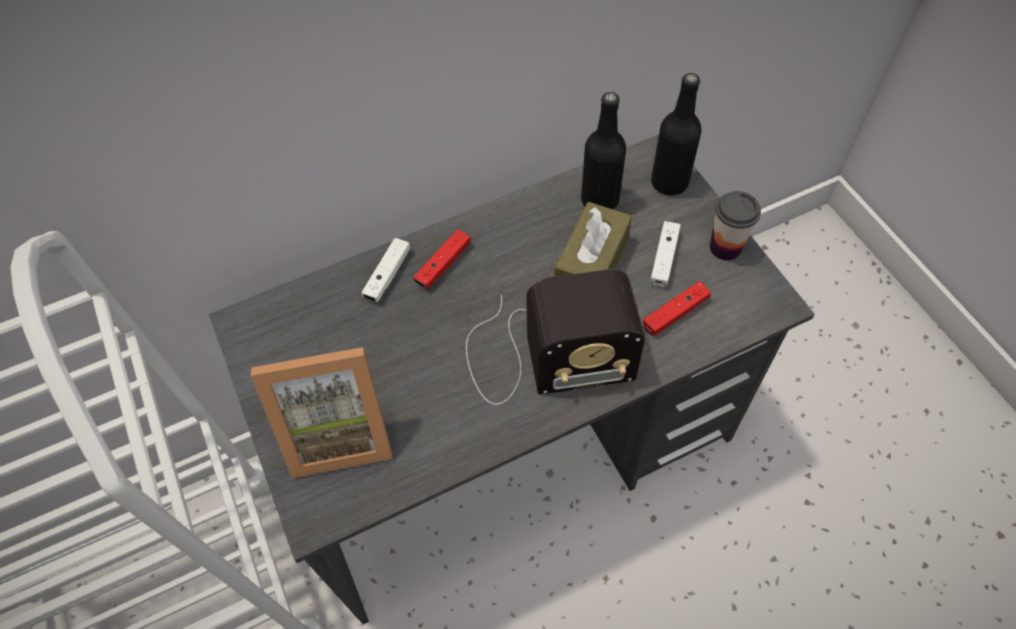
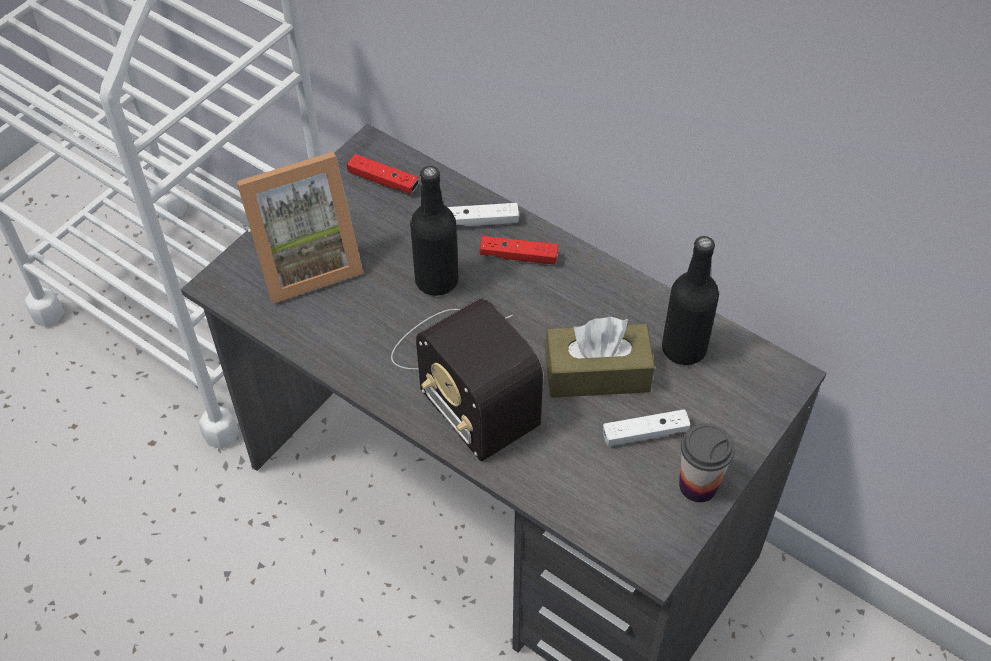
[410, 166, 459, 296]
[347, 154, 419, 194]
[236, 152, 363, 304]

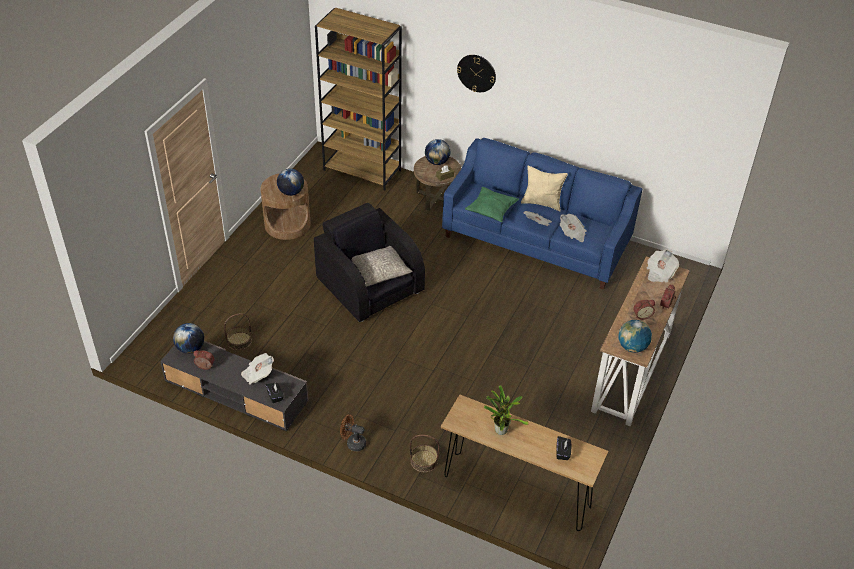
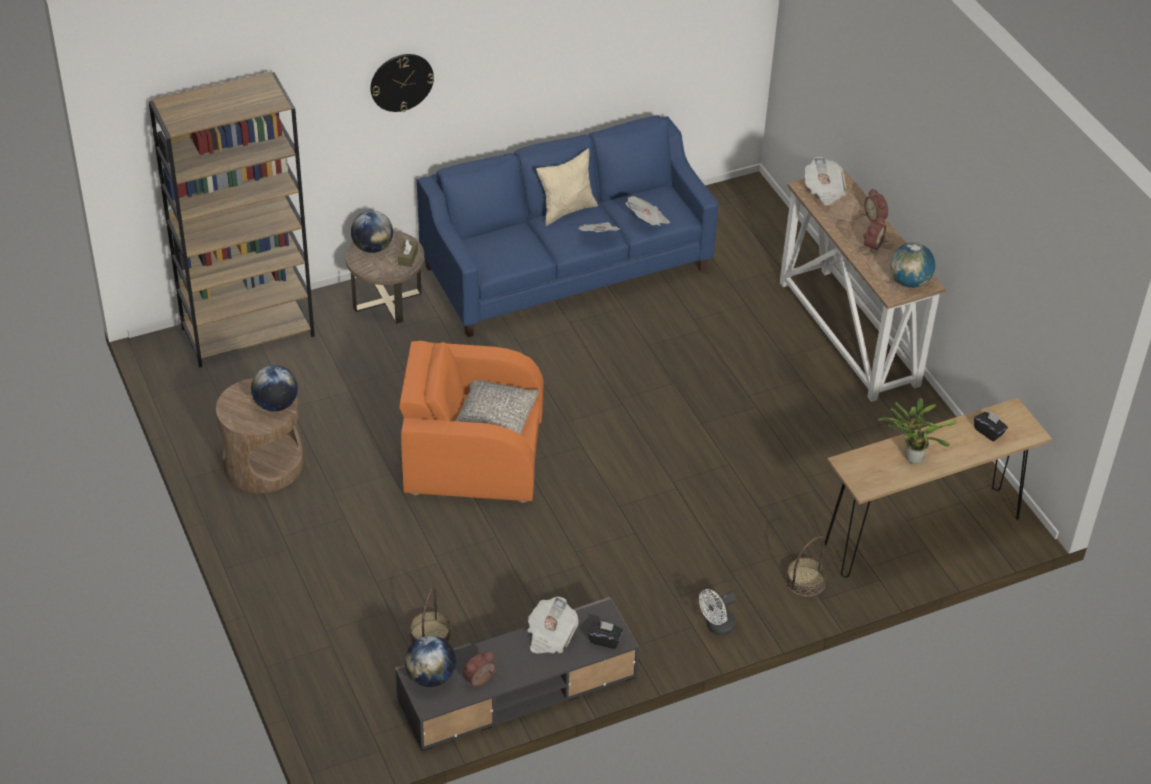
[465, 187, 519, 222] (first image)
[399, 341, 544, 503]
[699, 589, 736, 636]

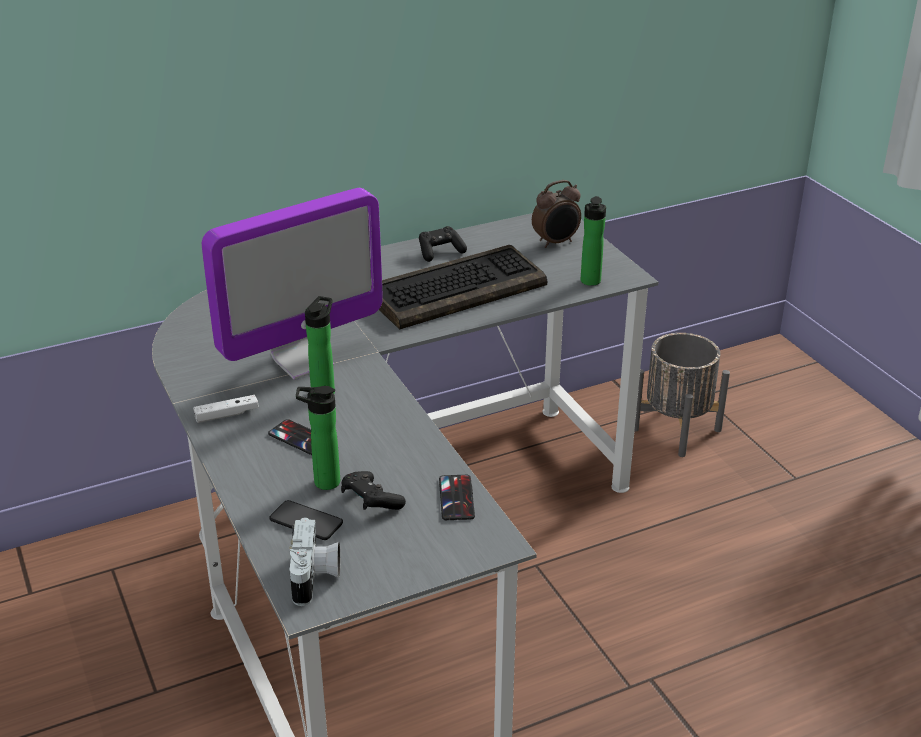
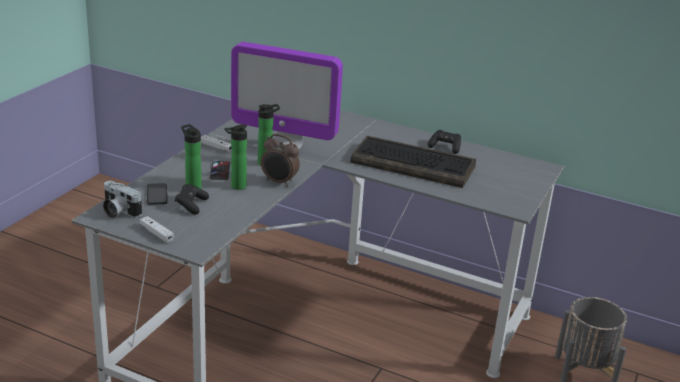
[261, 134, 300, 187]
[225, 124, 247, 190]
[439, 475, 475, 520] (first image)
[103, 181, 142, 219]
[140, 216, 174, 243]

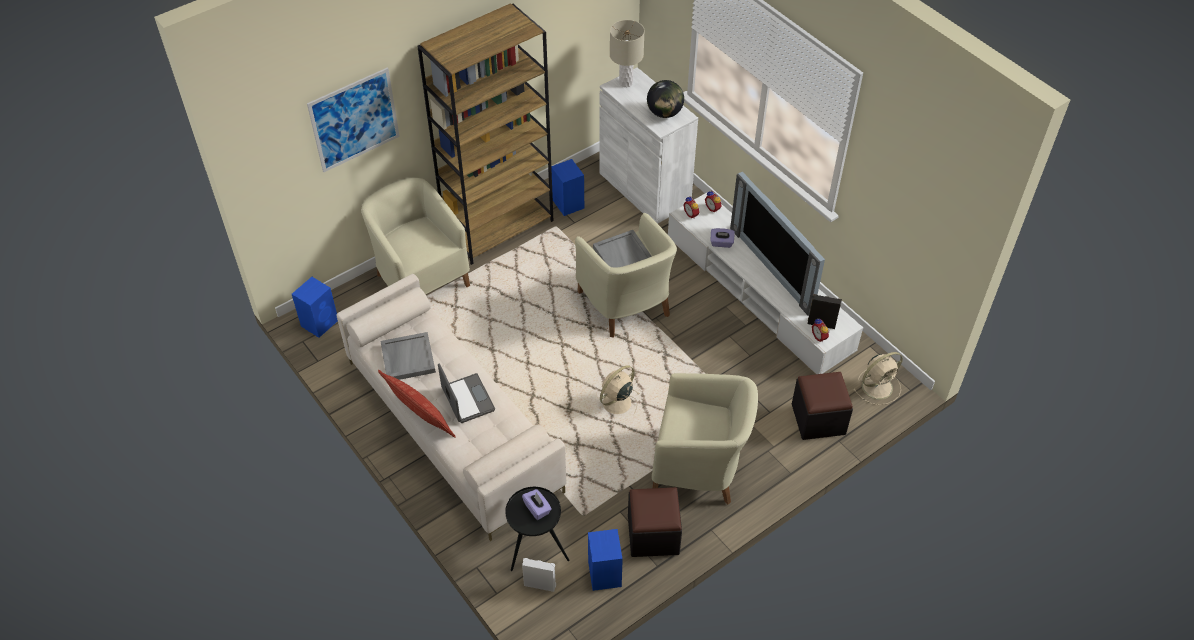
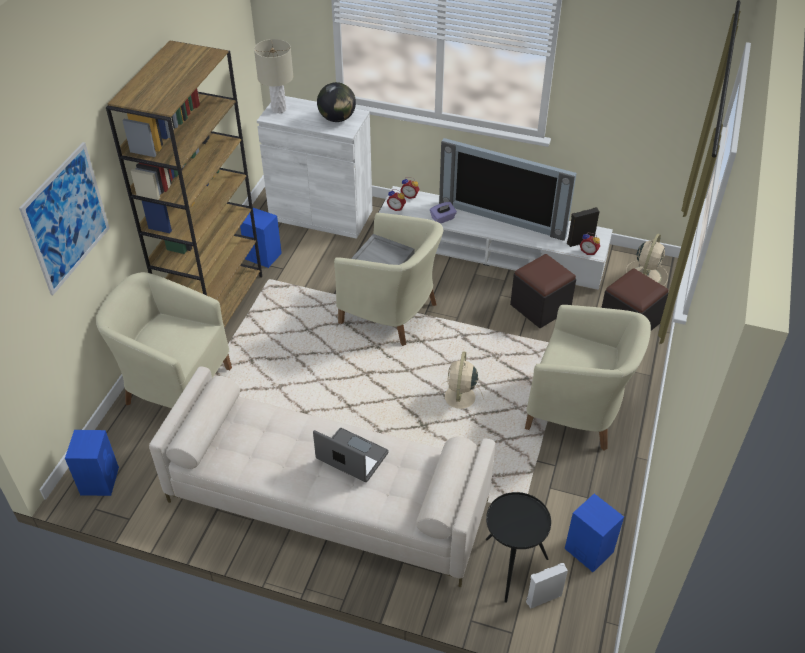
[380, 332, 436, 380] (first image)
[378, 370, 456, 438] (first image)
[525, 305, 651, 450]
[510, 254, 576, 328]
[522, 489, 552, 520] (first image)

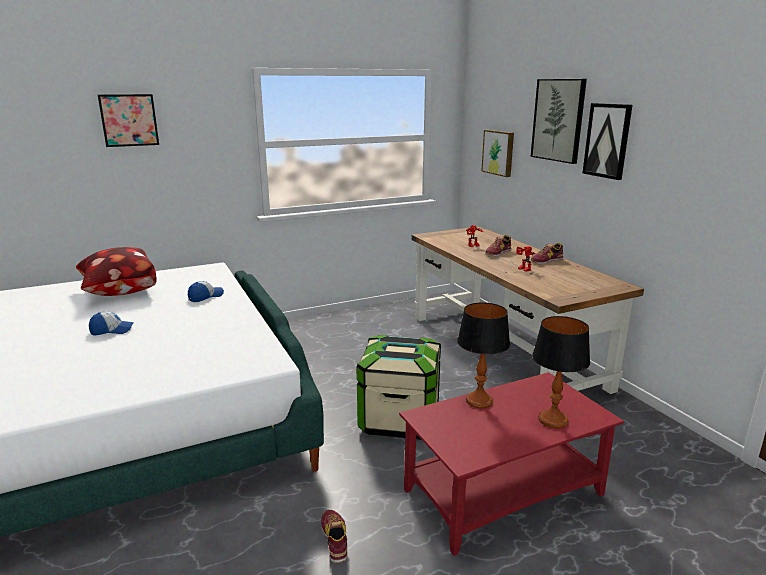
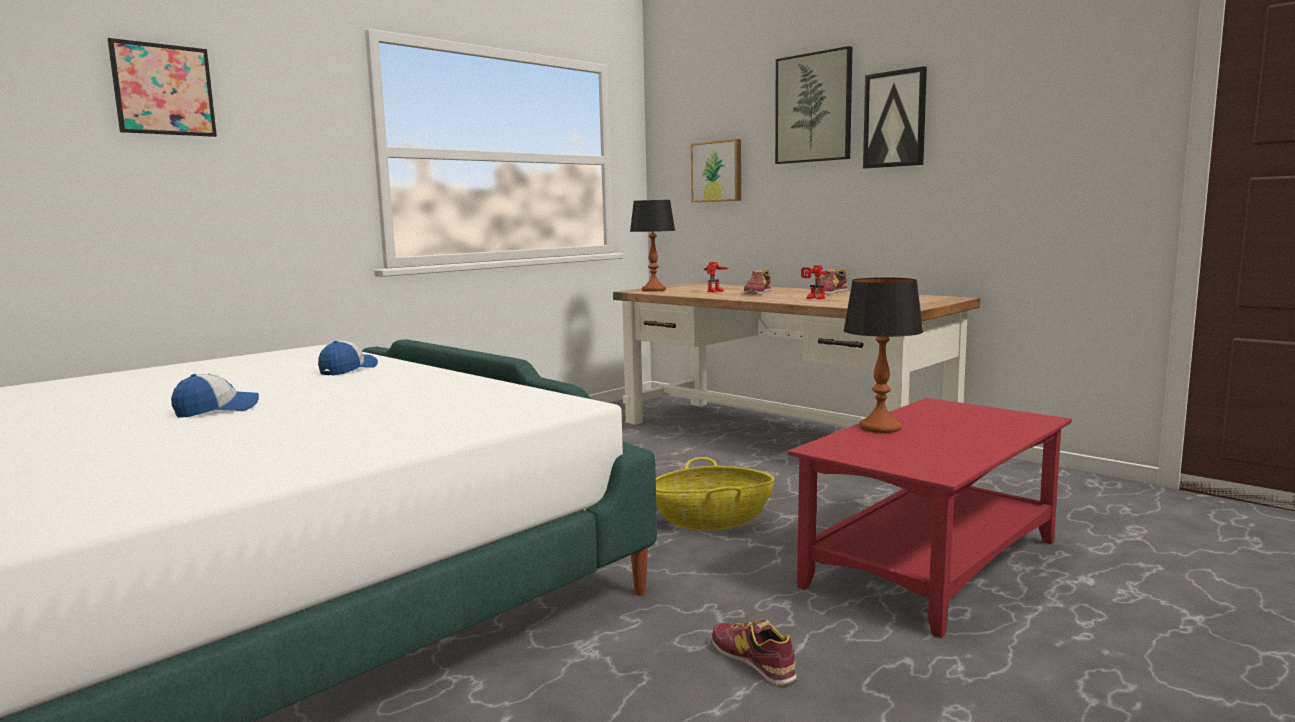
[76, 247, 157, 296] (first image)
[630, 200, 675, 291]
[656, 457, 774, 530]

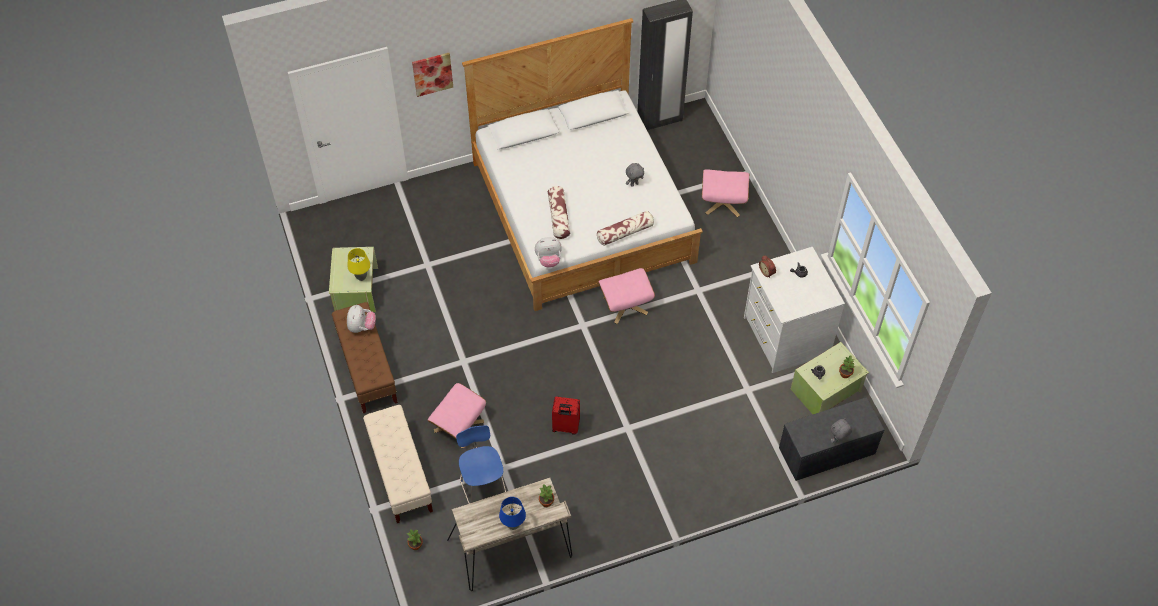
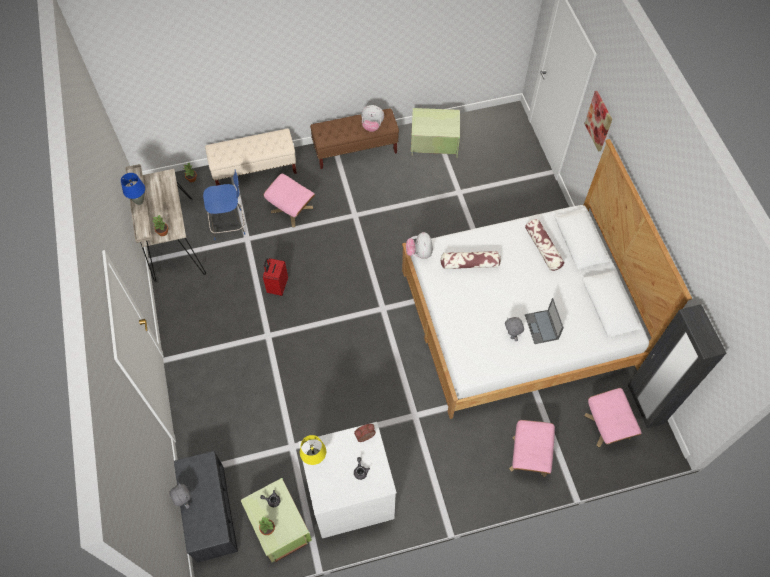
[525, 219, 565, 271]
[300, 435, 326, 465]
[585, 388, 642, 447]
[525, 298, 564, 344]

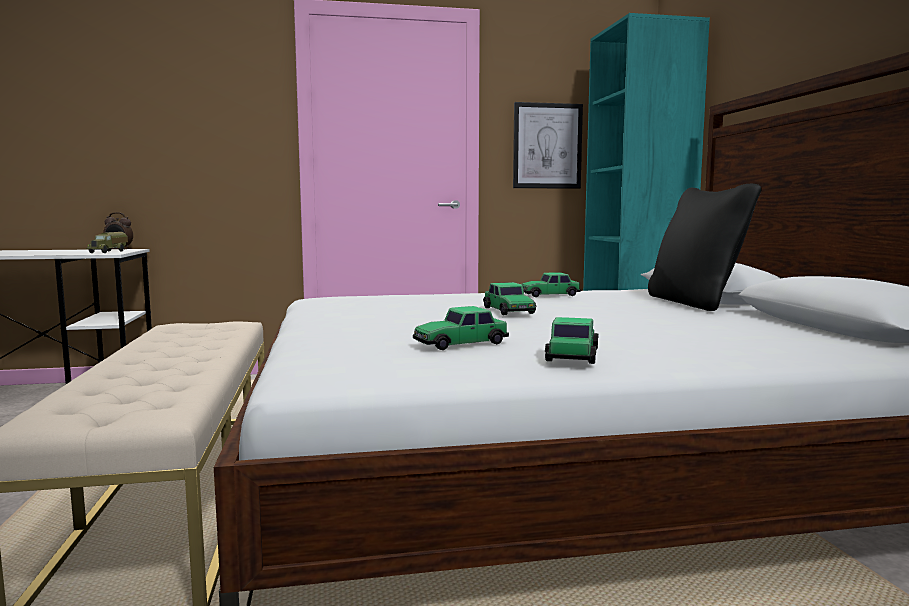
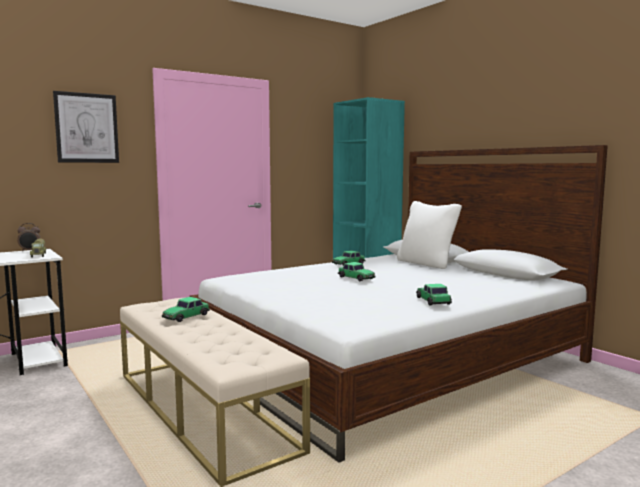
[53, 91, 119, 163]
[397, 201, 462, 269]
[162, 297, 210, 322]

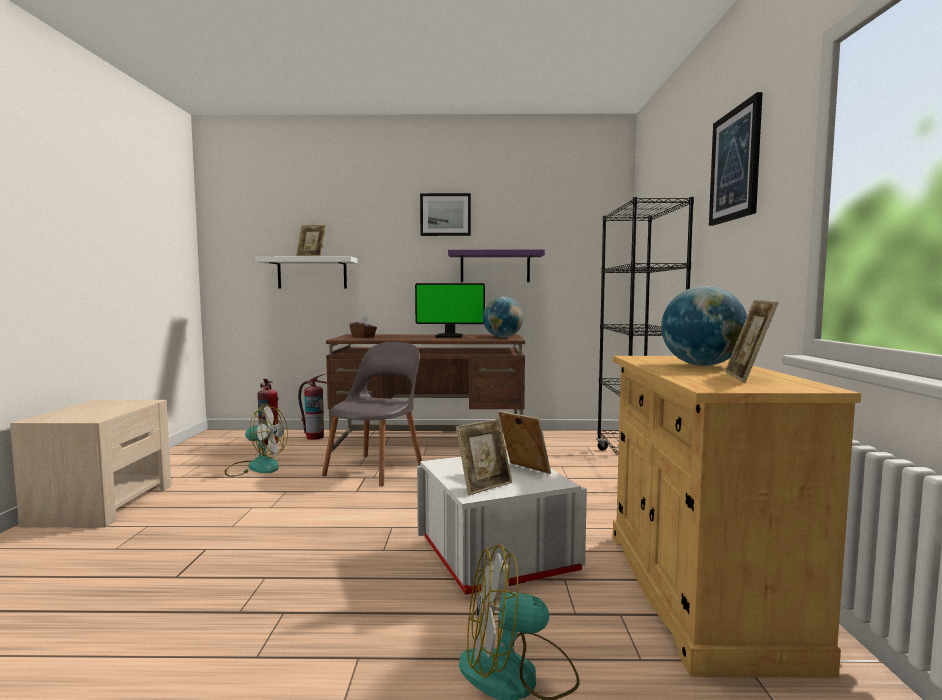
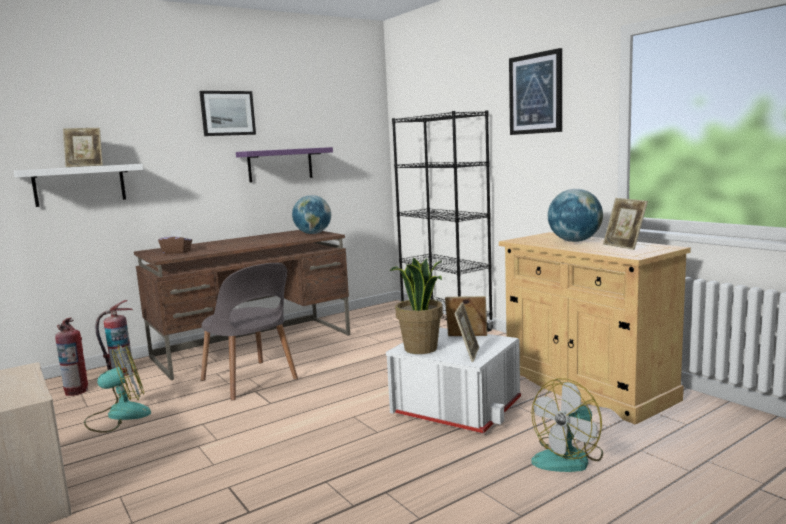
[415, 283, 485, 338] (first image)
[201, 263, 298, 401]
[390, 257, 443, 354]

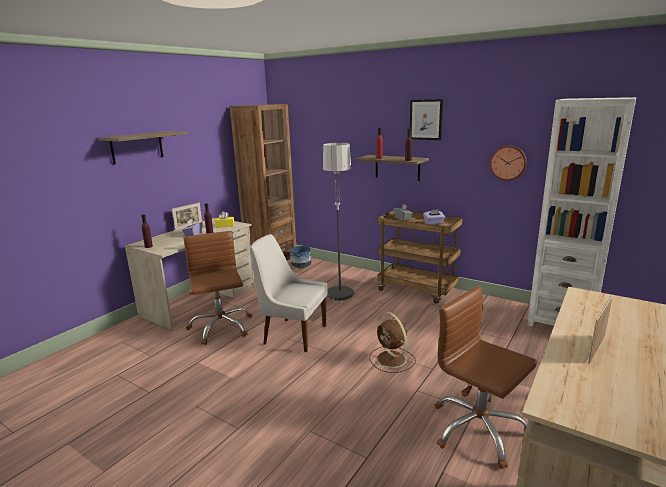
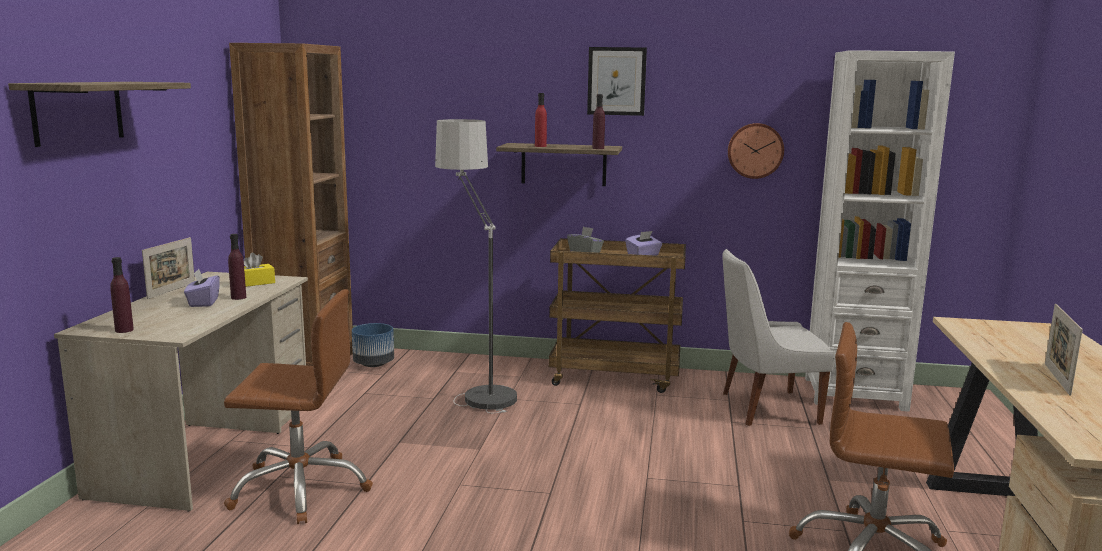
[224, 289, 373, 524]
[722, 249, 836, 426]
[369, 312, 416, 373] (first image)

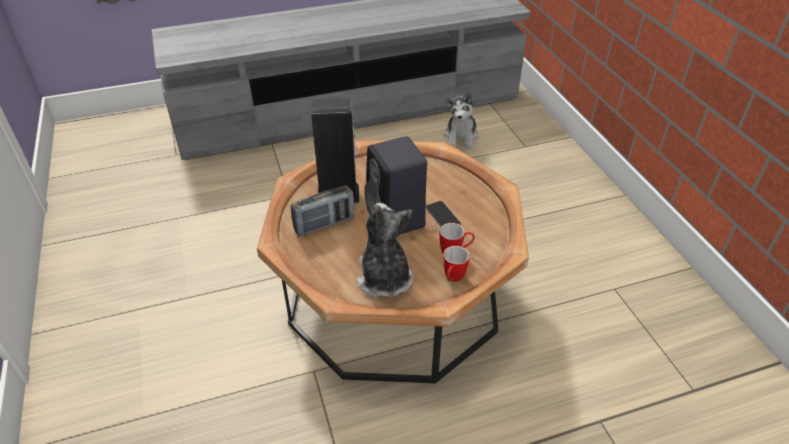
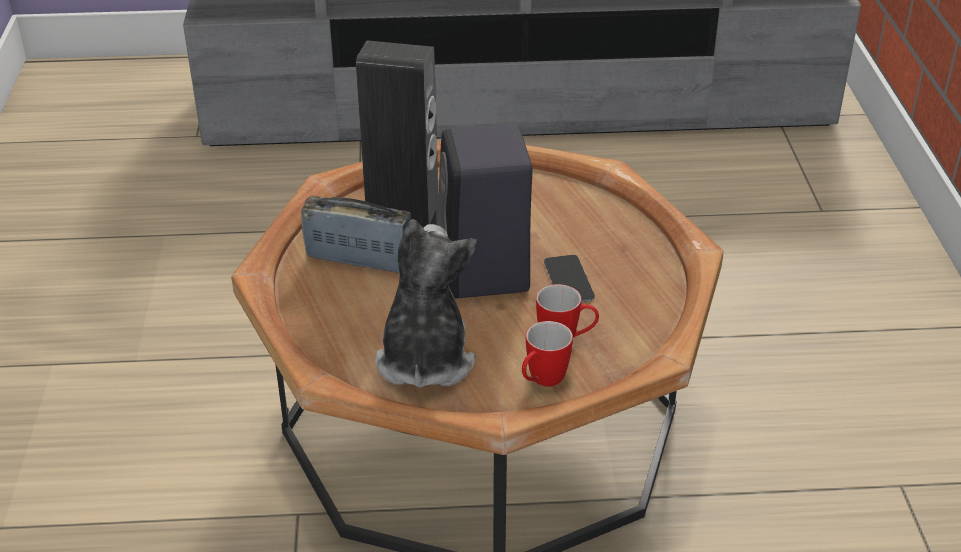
[444, 92, 479, 149] (first image)
[301, 196, 411, 273]

